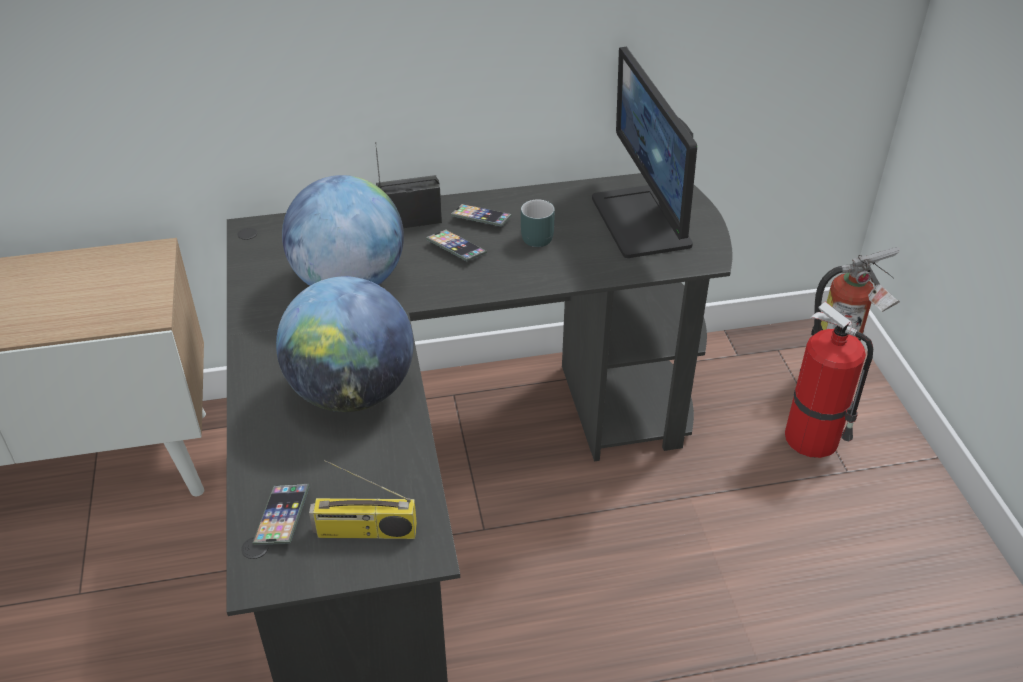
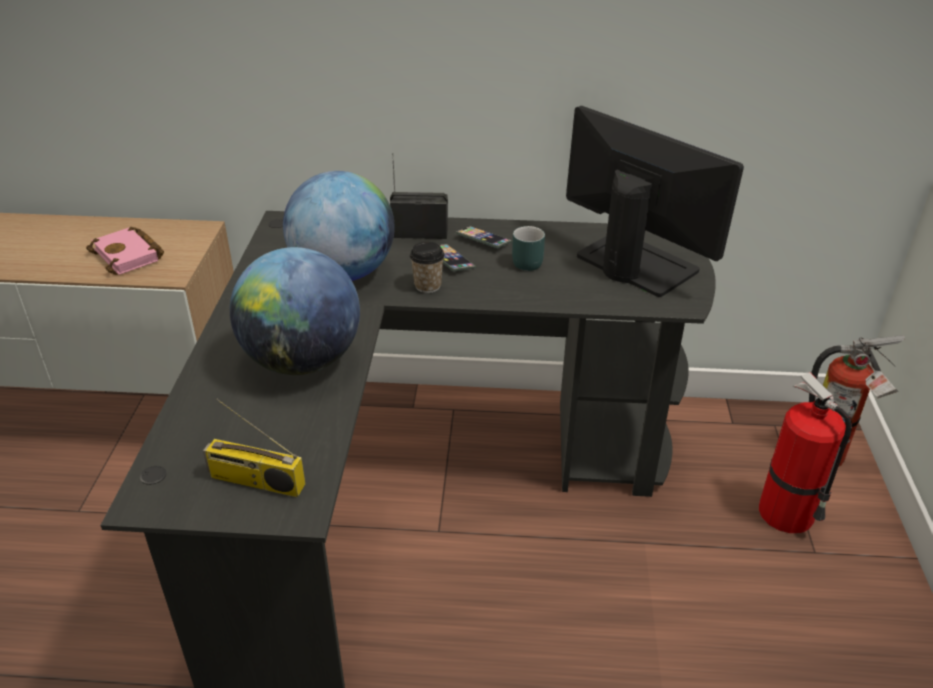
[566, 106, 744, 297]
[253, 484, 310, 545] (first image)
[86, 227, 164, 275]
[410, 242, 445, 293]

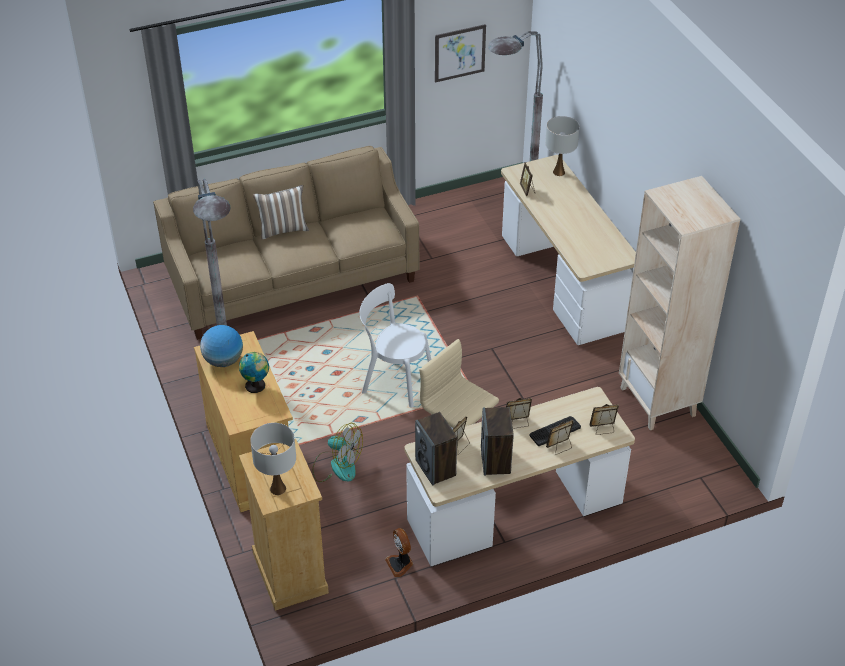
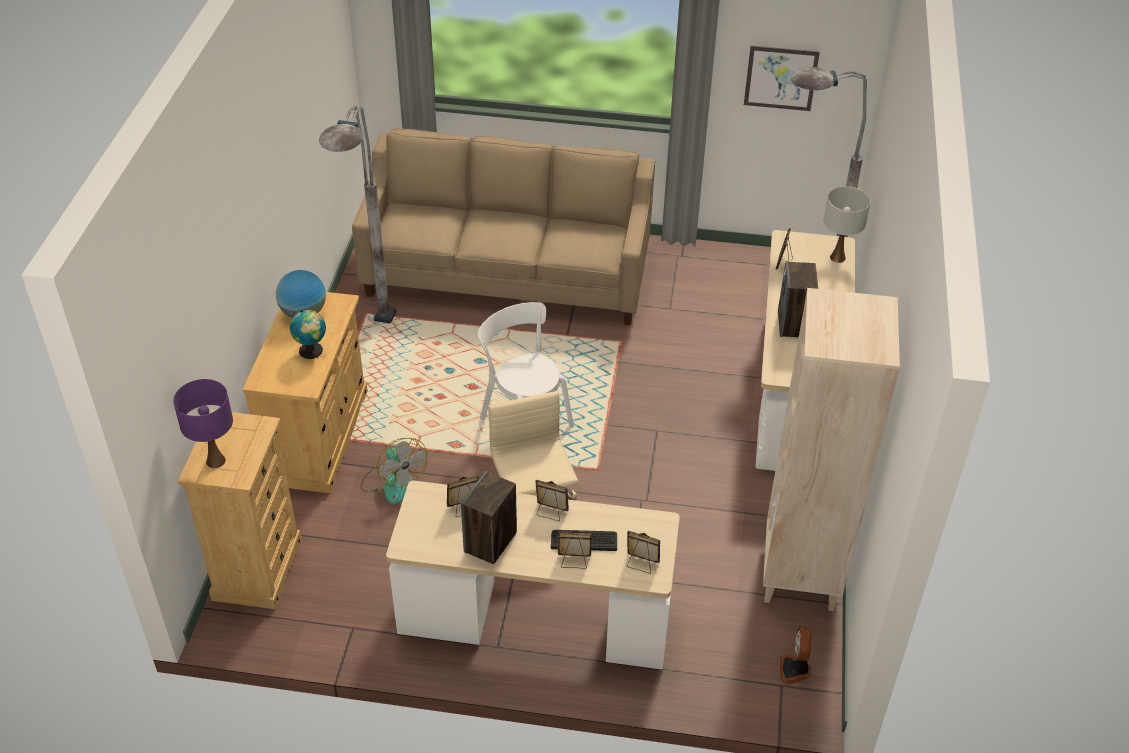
[253, 185, 309, 240] (first image)
[778, 261, 818, 337]
[173, 379, 233, 468]
[780, 627, 811, 685]

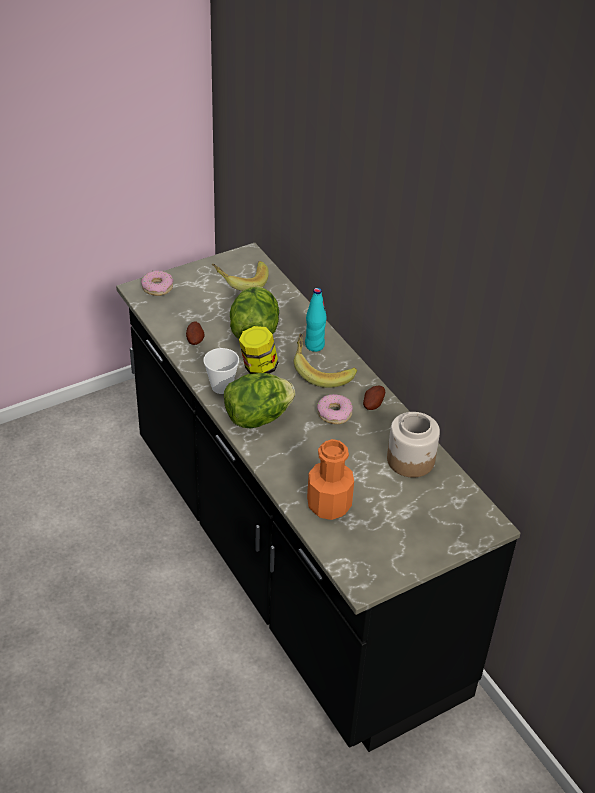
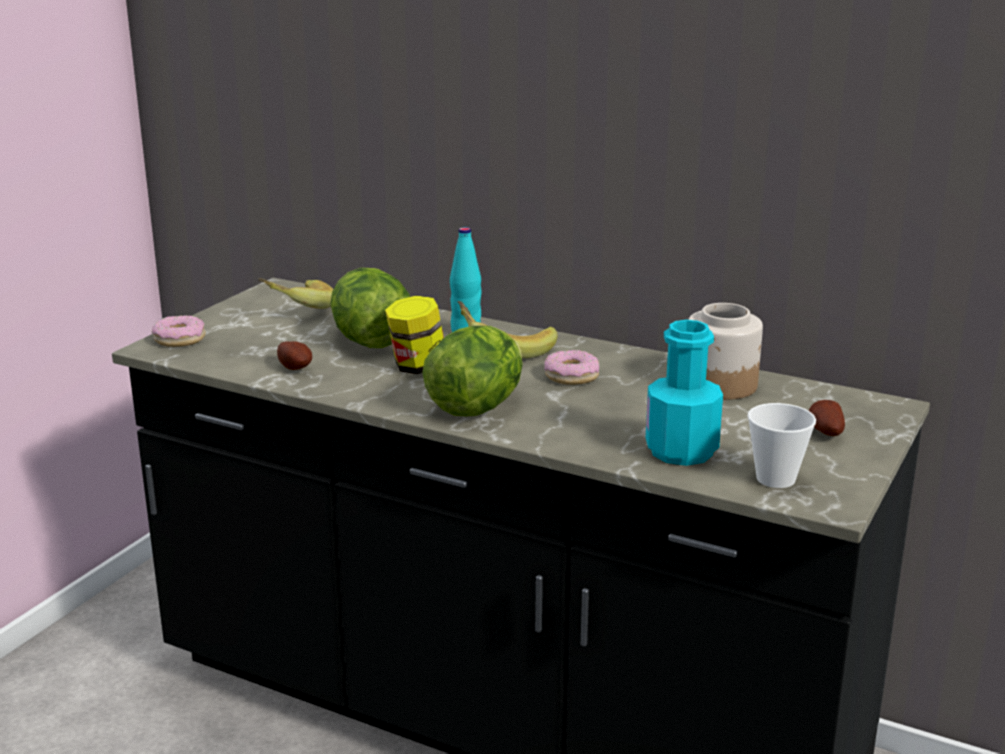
[748, 403, 816, 488]
[809, 400, 845, 436]
[646, 320, 723, 466]

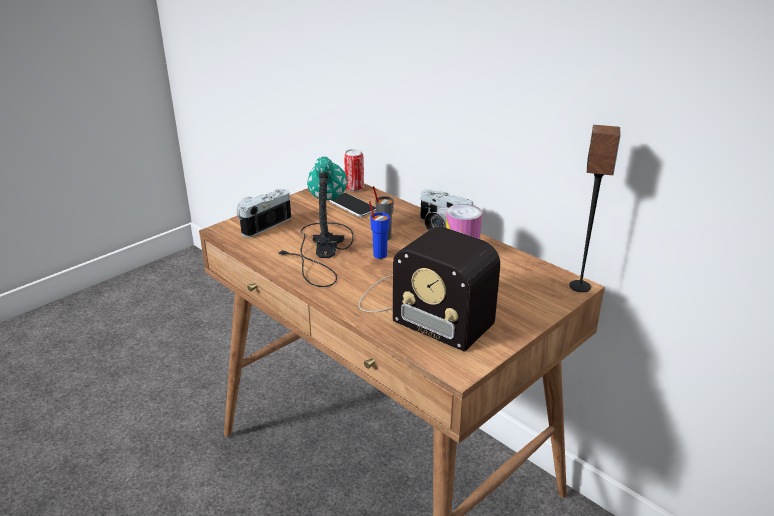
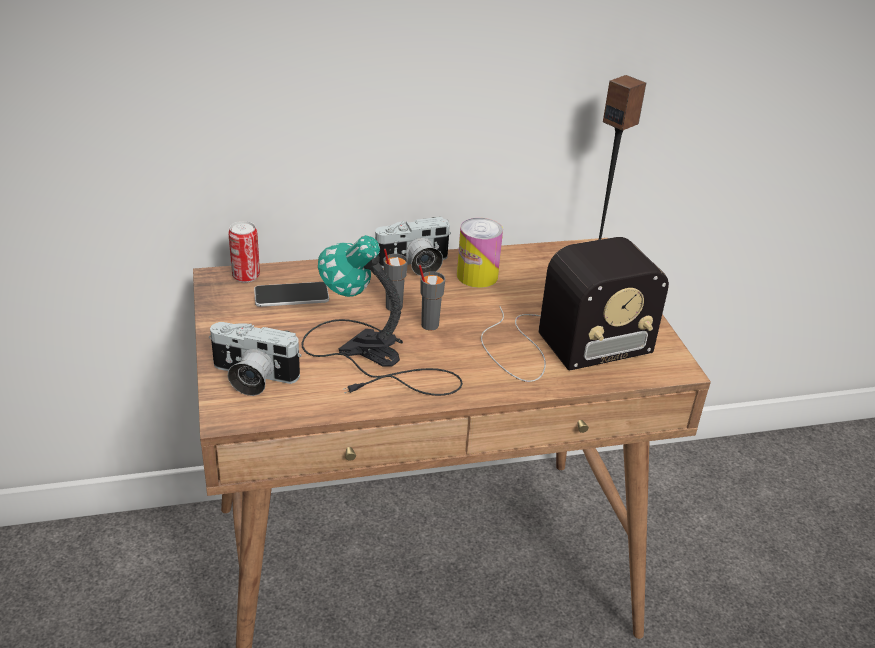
[209, 322, 302, 396]
[419, 265, 445, 330]

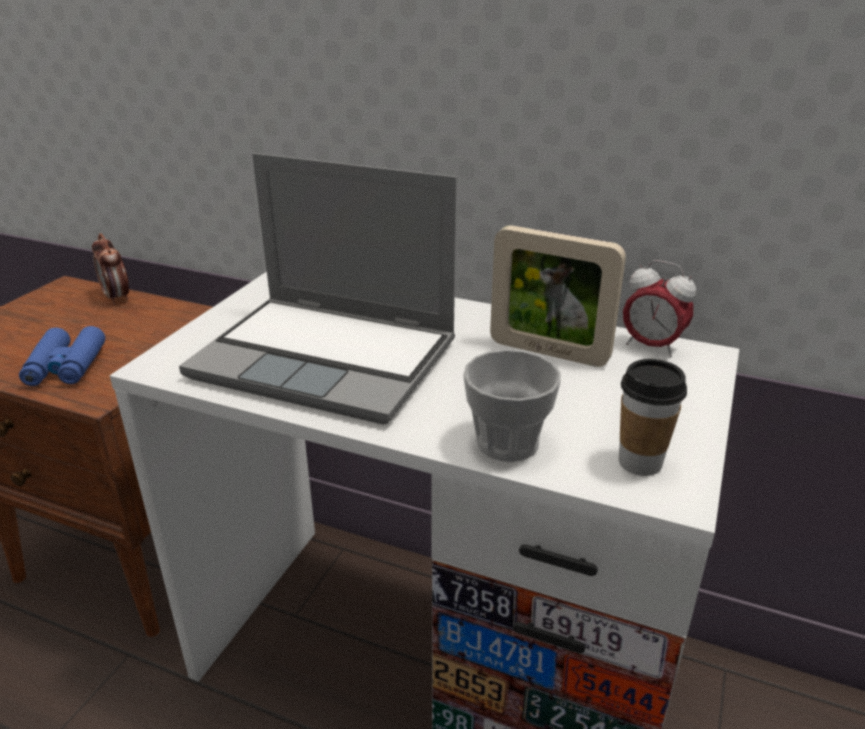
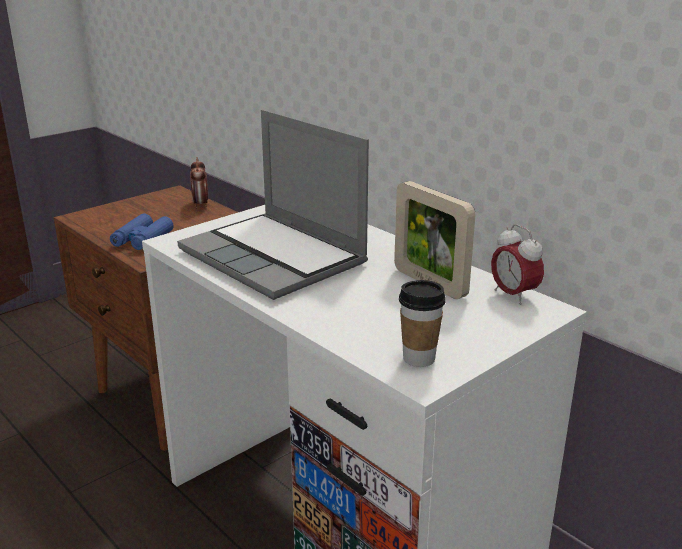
[463, 349, 561, 462] (first image)

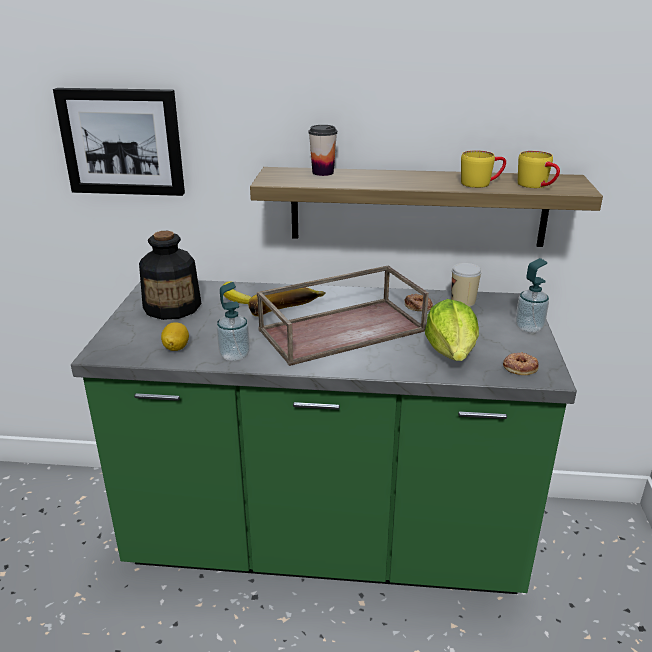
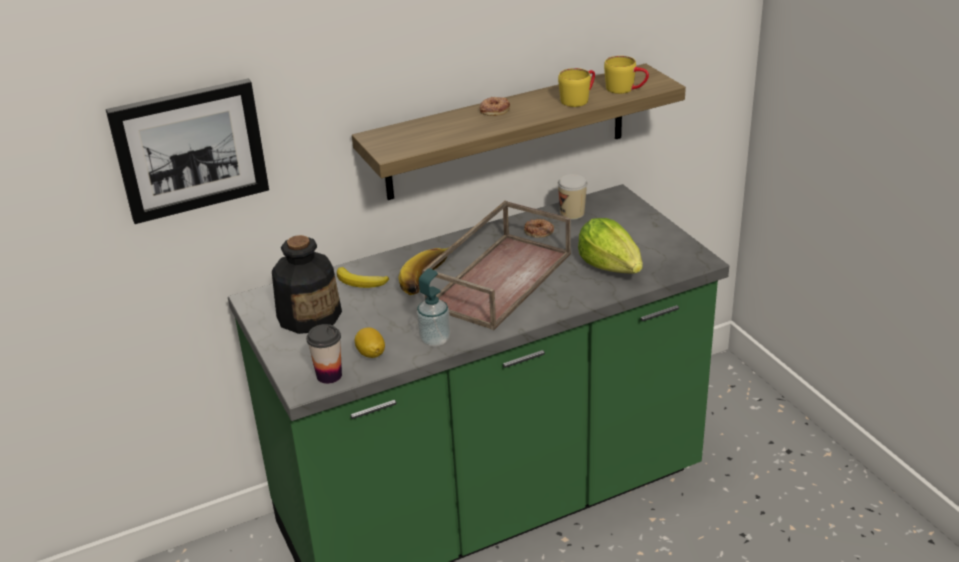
[306, 324, 342, 384]
[516, 258, 549, 333] (first image)
[479, 97, 510, 116]

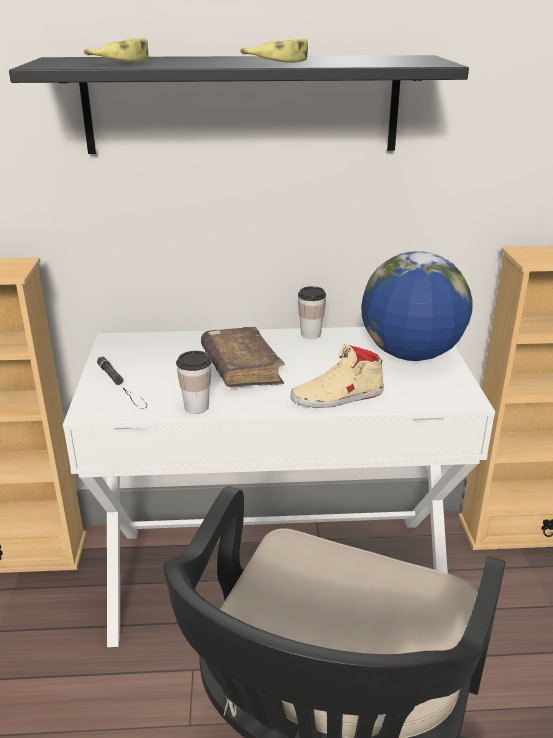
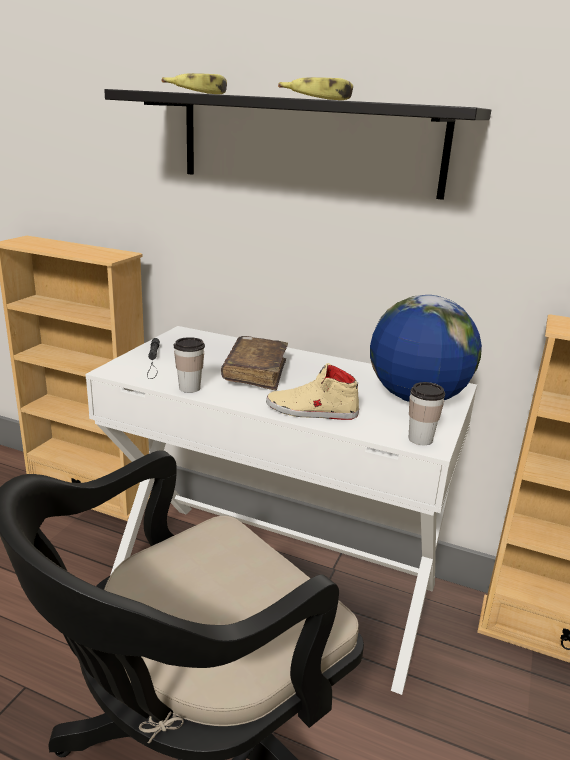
[409, 382, 445, 445]

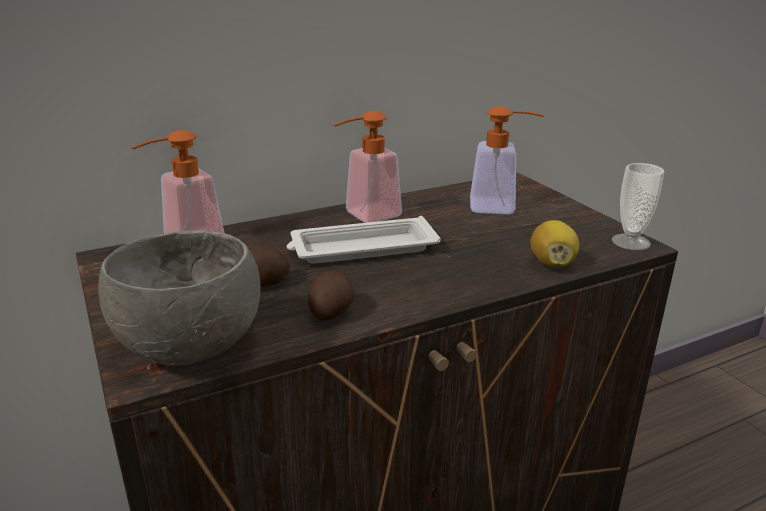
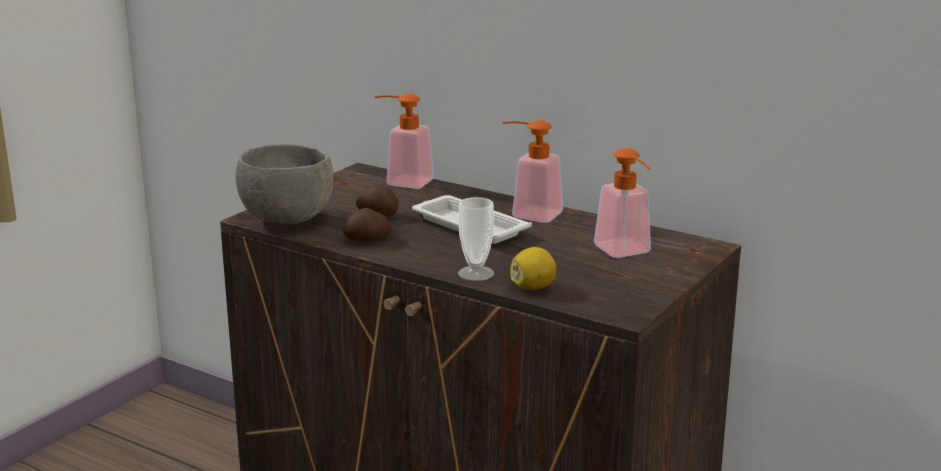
[458, 197, 494, 281]

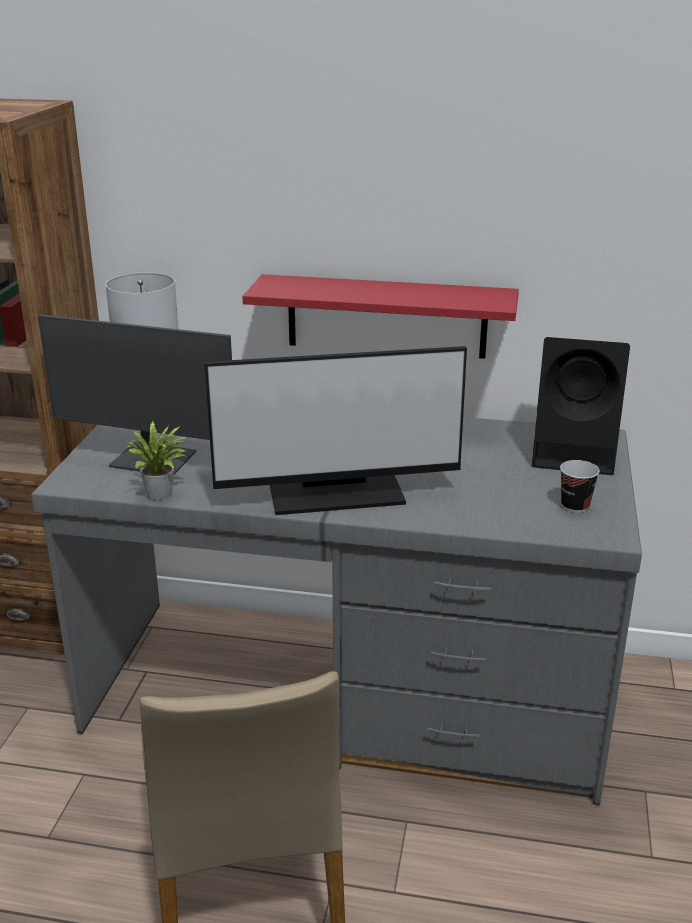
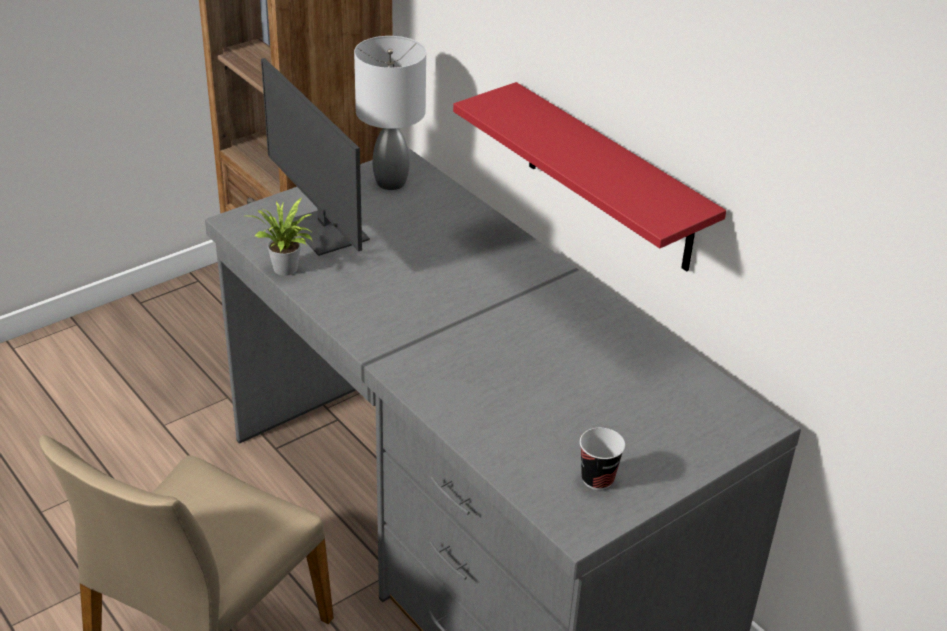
[532, 337, 630, 475] (first image)
[205, 346, 467, 515] (first image)

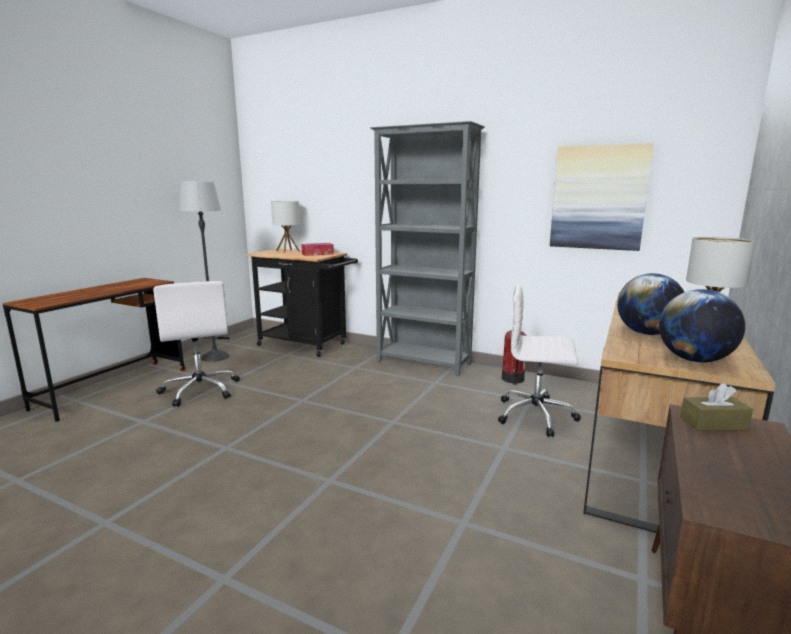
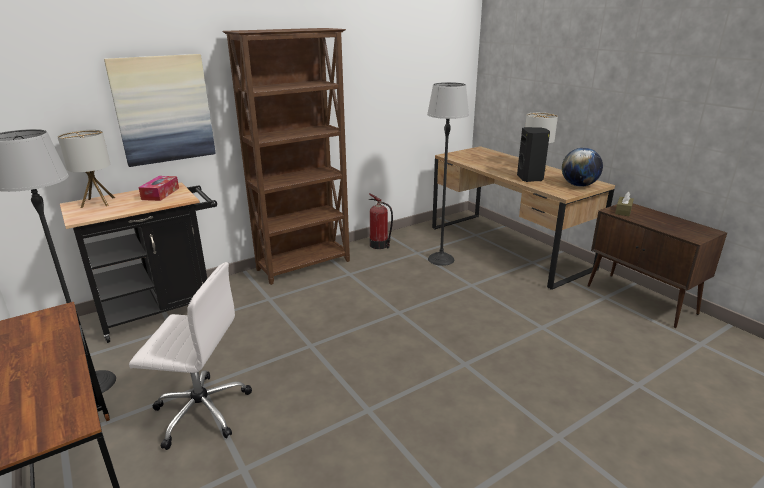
[222, 28, 350, 285]
[104, 54, 216, 167]
[517, 127, 550, 182]
[427, 82, 469, 266]

